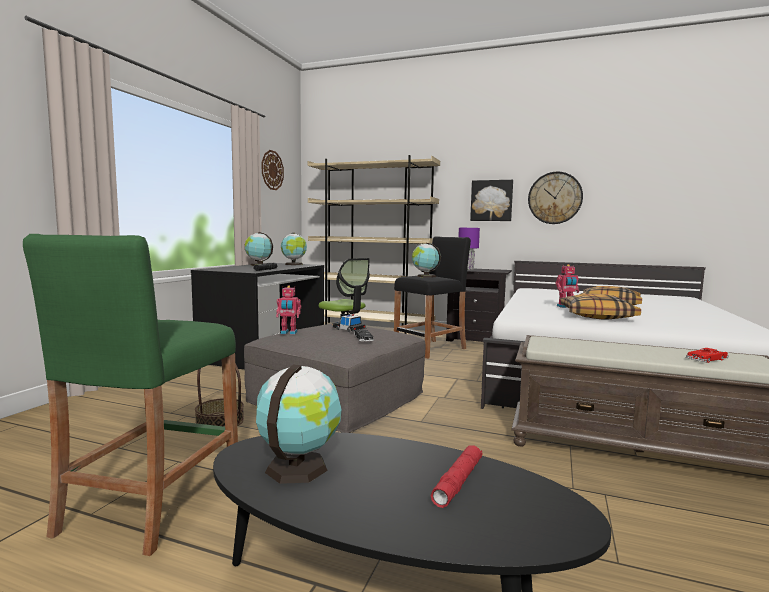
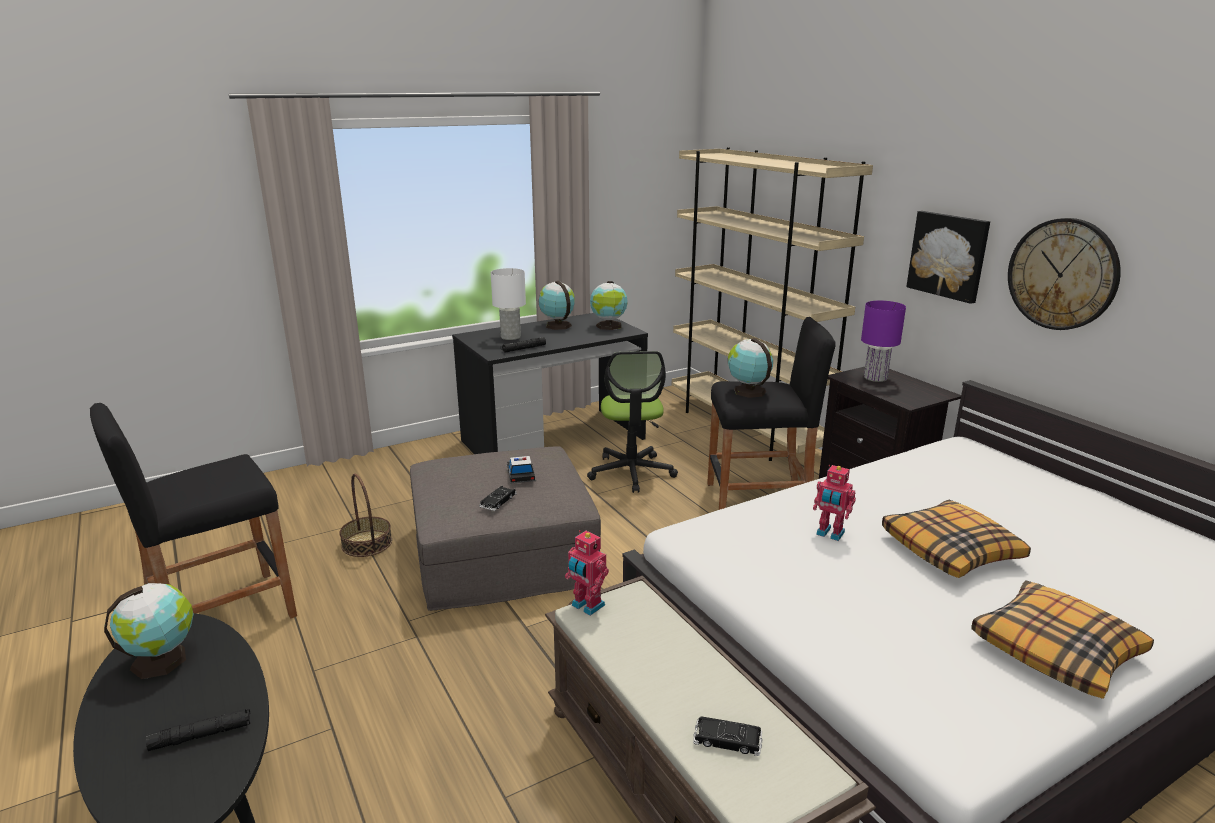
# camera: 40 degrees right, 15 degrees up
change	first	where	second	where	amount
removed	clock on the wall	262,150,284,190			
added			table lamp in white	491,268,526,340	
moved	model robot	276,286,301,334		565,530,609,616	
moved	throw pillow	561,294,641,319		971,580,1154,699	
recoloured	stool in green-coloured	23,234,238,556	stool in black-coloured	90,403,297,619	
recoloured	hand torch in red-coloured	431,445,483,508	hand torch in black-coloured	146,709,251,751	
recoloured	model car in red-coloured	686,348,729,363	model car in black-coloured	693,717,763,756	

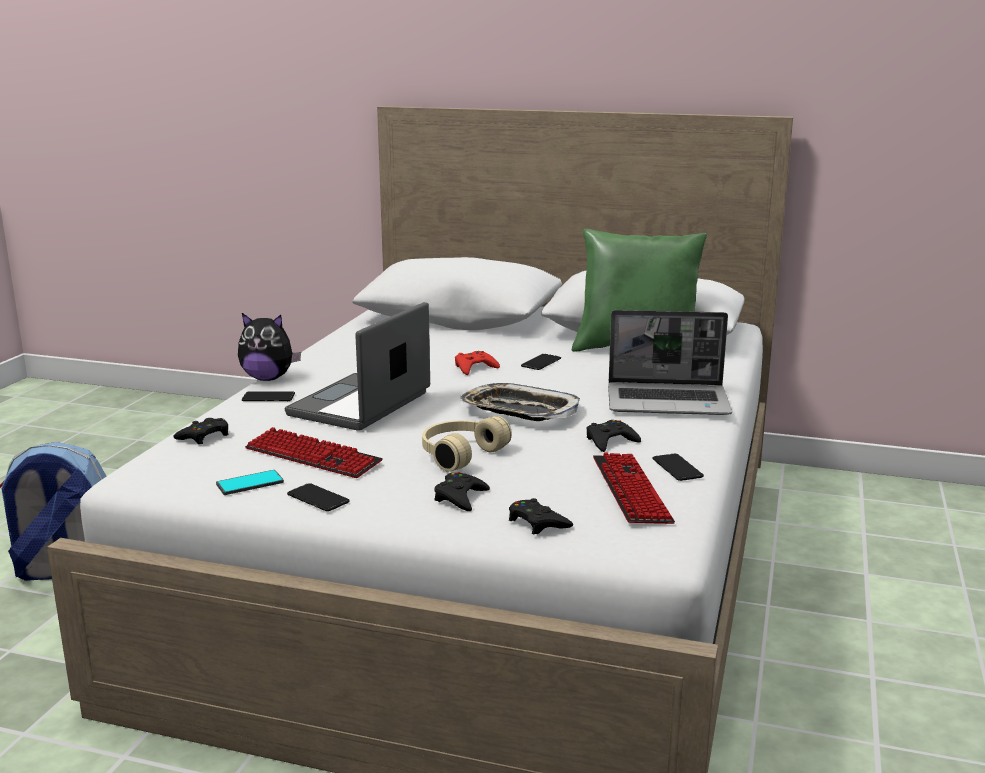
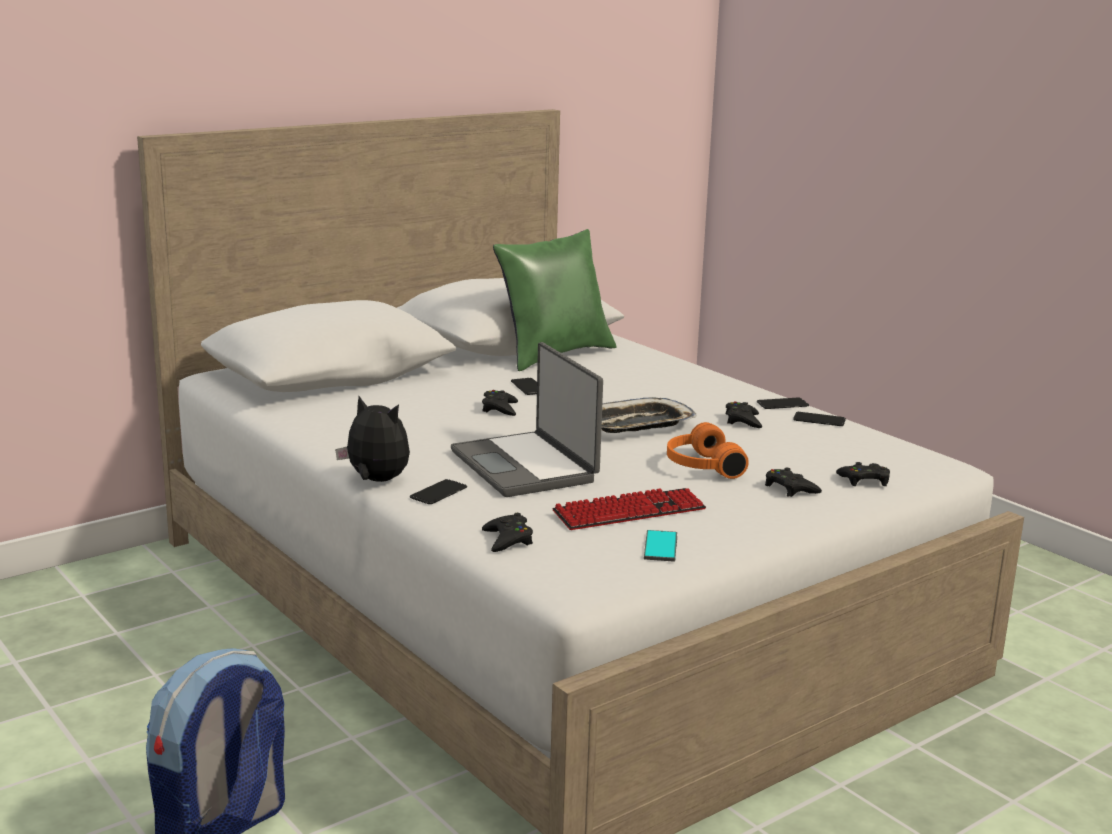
# camera: 55 degrees left, 0 degrees up
change	first	where	second	where	amount
removed	keyboard	593,452,675,524			
removed	notebook computer	608,310,732,415			
moved	handset	287,483,350,511		757,398,809,409	
recoloured	headphones in beige	422,416,512,472	headphones in orangey	667,422,749,479	
recoloured	joypad in red-coloured	455,351,500,375	joypad in black-coloured	482,390,518,416	
turned	soft toy	238,313,301,381		335,396,410,482	105 degrees counterclockwise

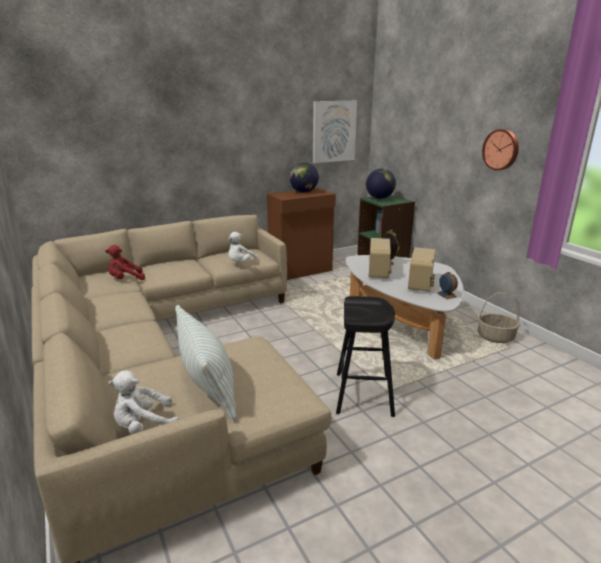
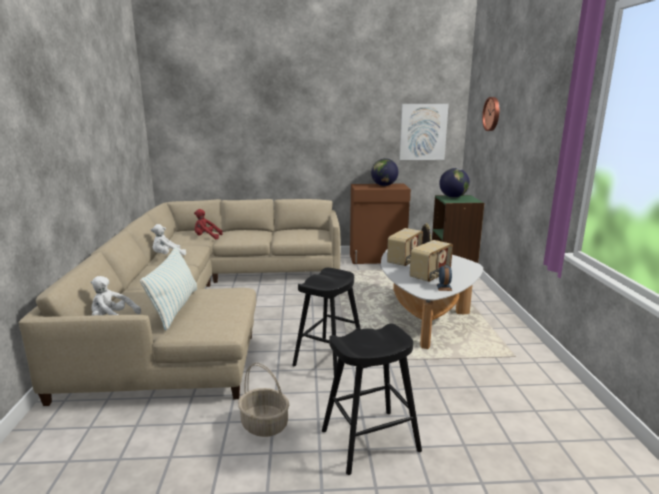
# camera: 25 degrees right, 5 degrees down
change	first	where	second	where	amount
added			stool in black-coloured	322,324,422,475	
moved	soft toy in white	228,232,259,261		150,224,186,255	
moved	basket	478,292,520,343		238,363,289,437	
moved	clock on the wall	482,129,519,170		482,97,499,131	

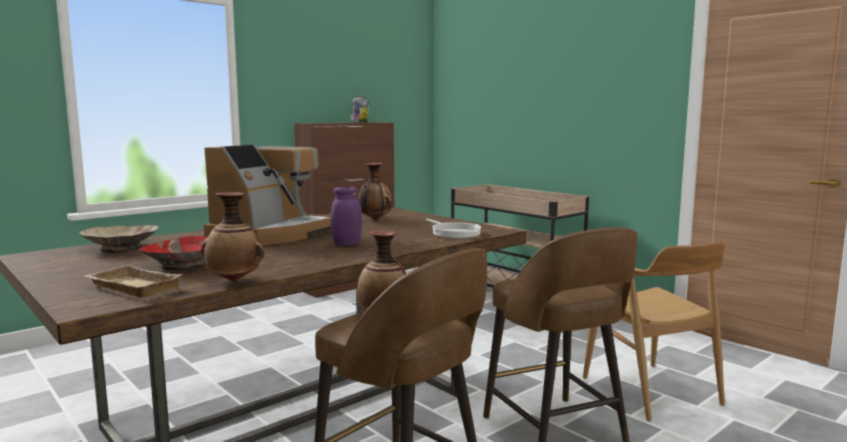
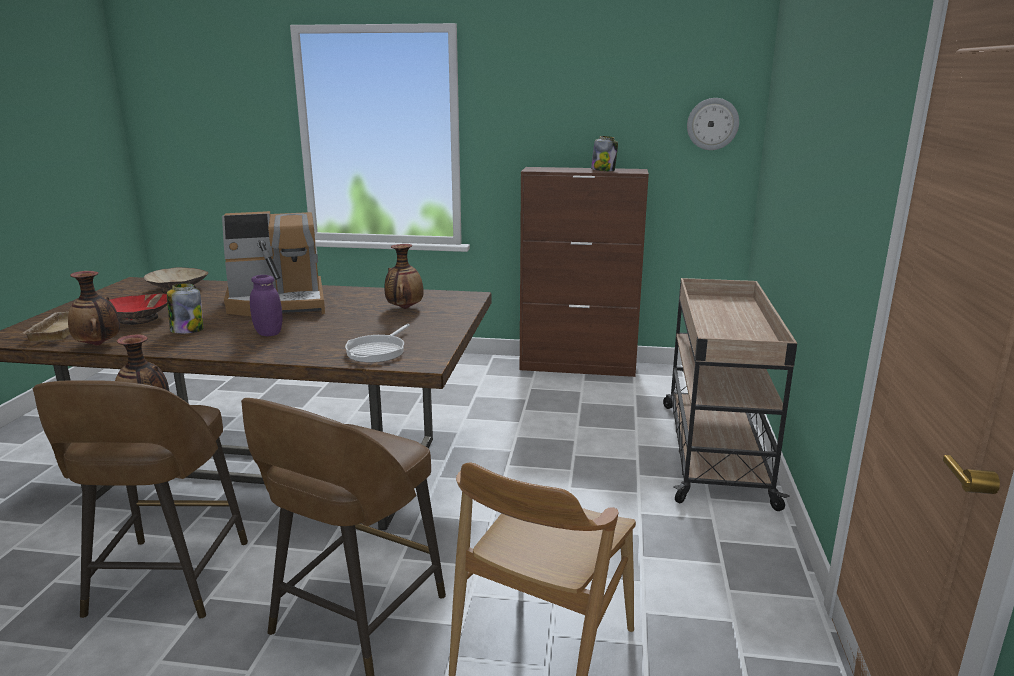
# camera: 50 degrees right, 10 degrees up
change	first	where	second	where	amount
added			jar	167,283,204,334	
added			clock on the wall	687,98,739,150	

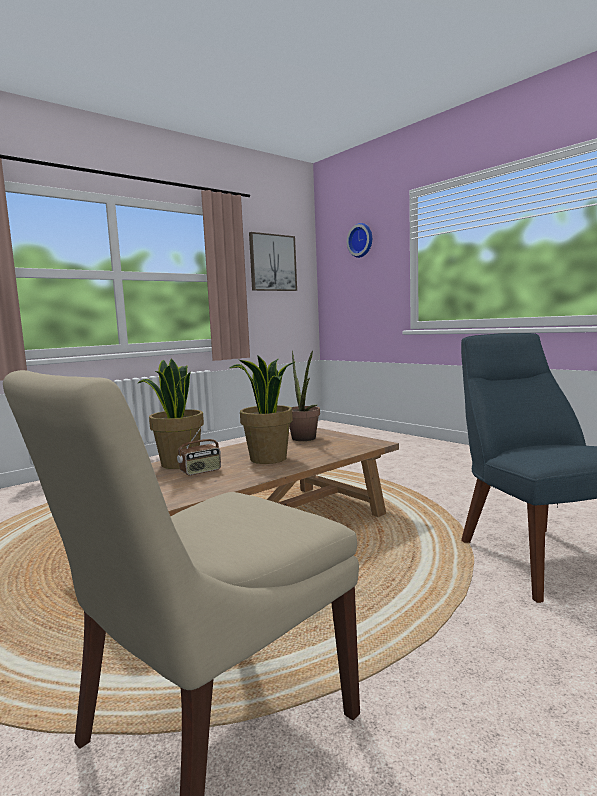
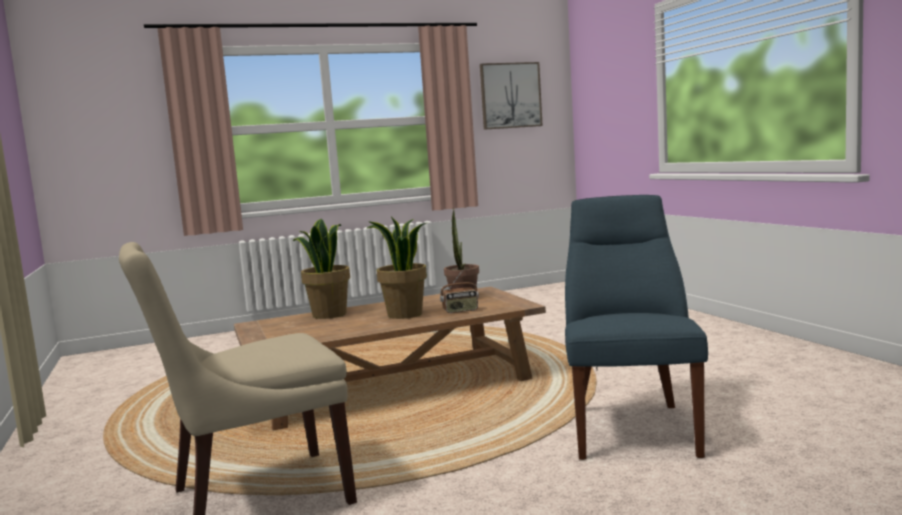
# camera: 20 degrees right, 0 degrees up
change	first	where	second	where	amount
removed	clock on the wall	347,223,372,258			
moved	radio set	177,426,221,476		440,271,479,314	

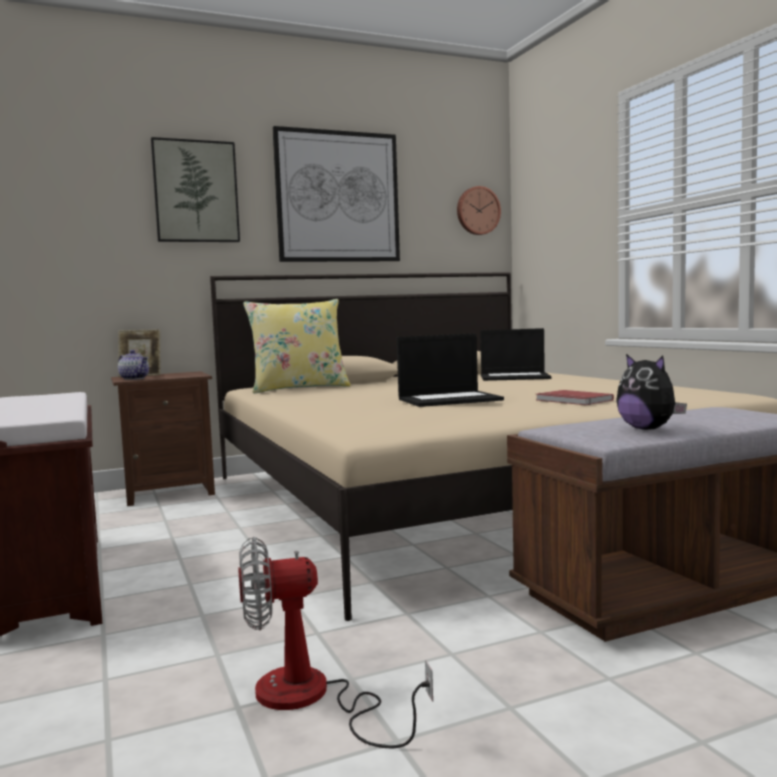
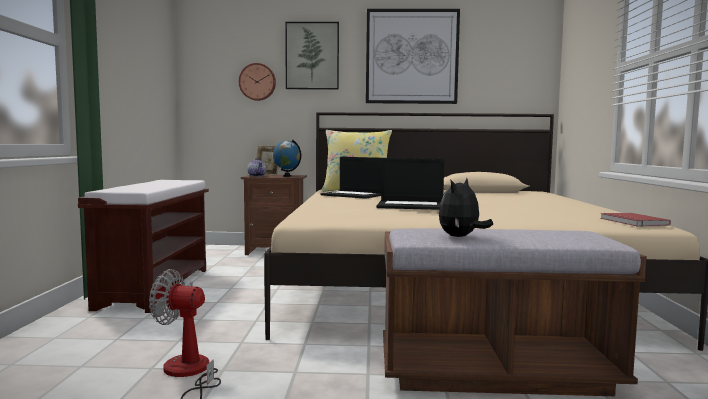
# camera: 25 degrees right, 0 degrees up
change	first	where	second	where	amount
added			world globe	273,140,302,177	
moved	clock on the wall	457,186,501,235		239,63,276,101	
moved	notebook computer	480,328,551,381		320,157,382,199	
moved	book in red-coloured	536,390,614,405		600,213,671,227	
turned	soft toy	616,354,687,430		439,178,493,237	45 degrees clockwise

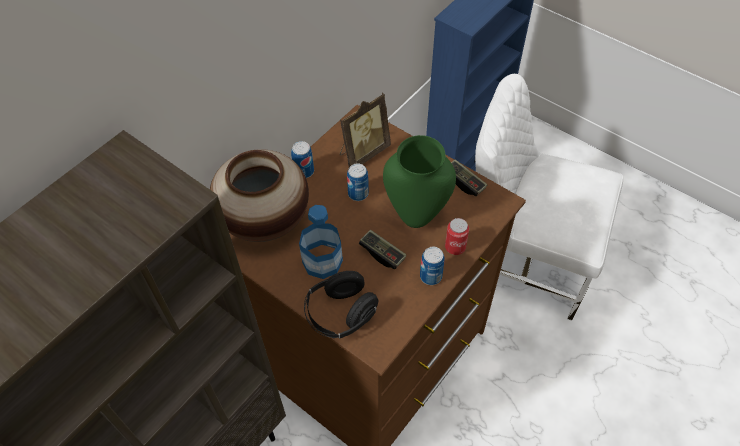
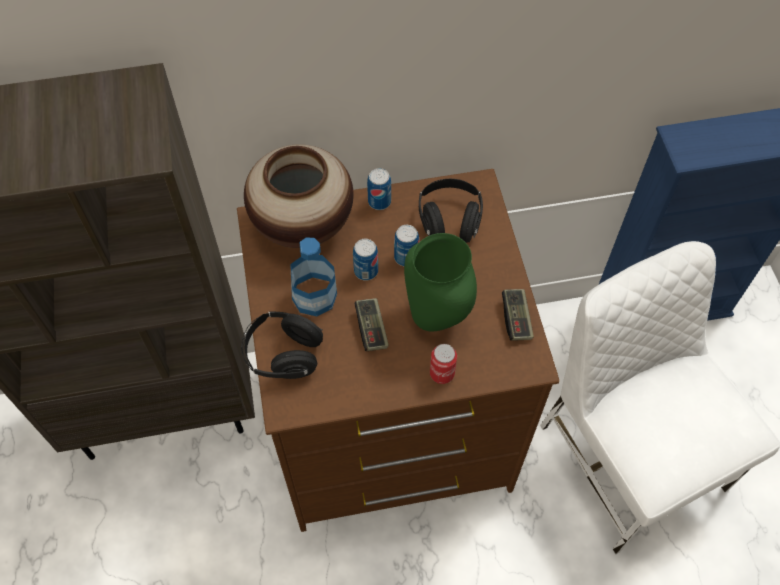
# camera: 40 degrees right, 5 degrees up
change	first	where	second	where	amount
moved	metal can	420,247,445,285		353,239,378,281	
replaced	photo frame	340,93,391,167	headphones in black-coloured	419,179,483,243	

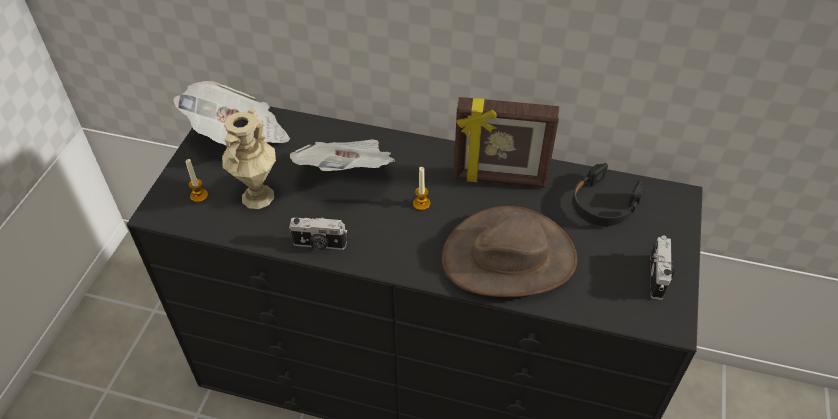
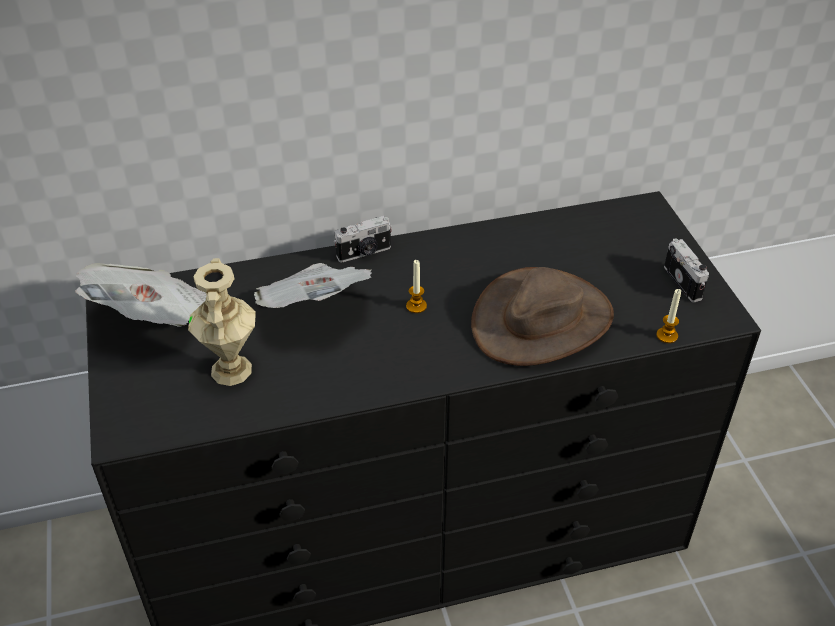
# camera: 30 degrees left, 5 degrees down
change	first	where	second	where	amount
removed	photo frame	453,97,559,188			
removed	headphones in black-coloured	572,163,645,226			
moved	candle	186,159,208,202		656,289,681,343	
moved	still camera	289,217,347,250		334,216,392,262	

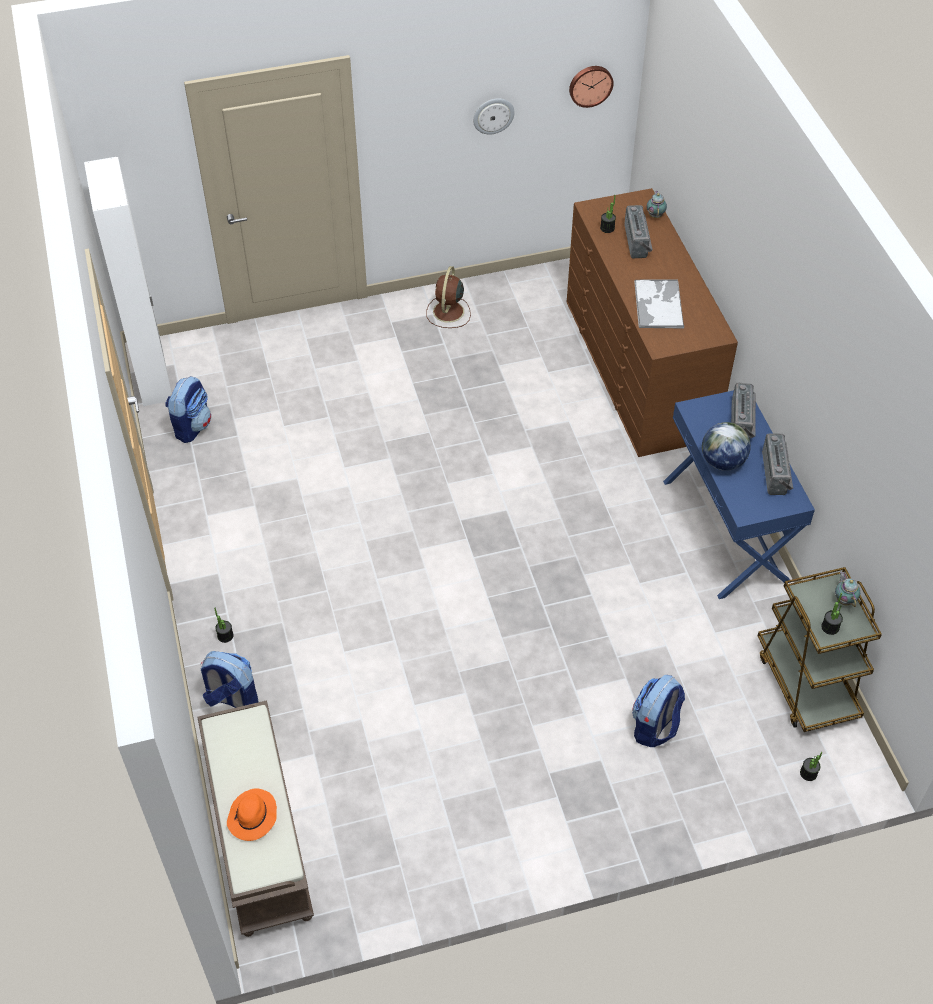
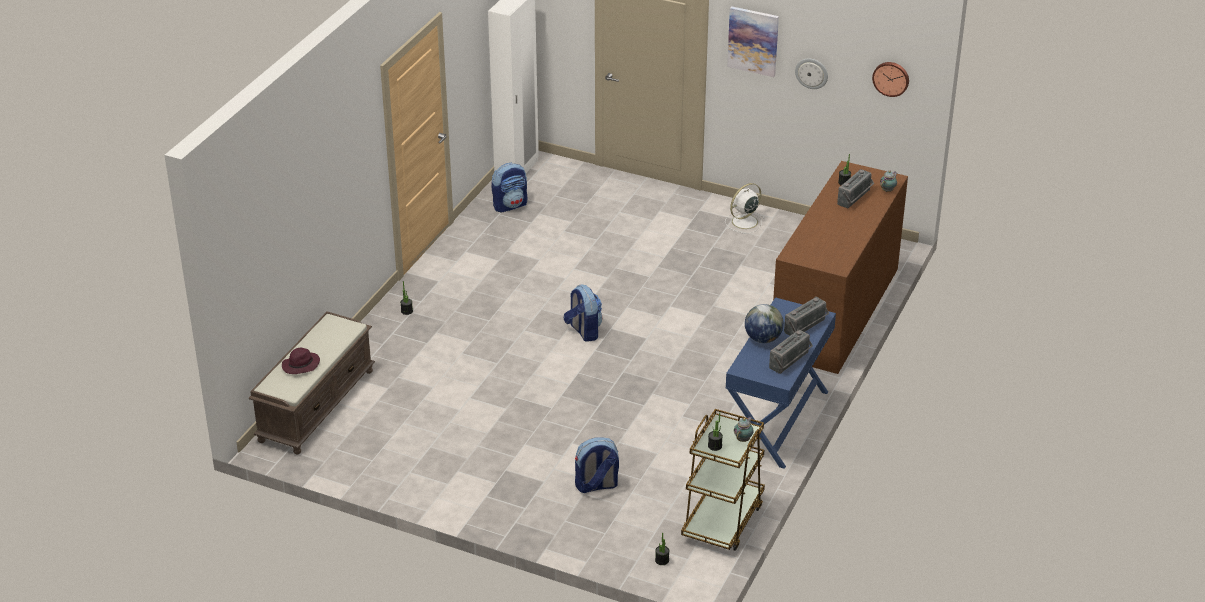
# camera: 40 degrees right, 15 degrees down
change	first	where	second	where	amount
removed	tray	634,280,684,329			
added			picture	727,6,779,77	
moved	knapsack	200,651,258,708		564,285,602,342	
recoloured	clothing hat in orangey	227,789,277,841	clothing hat in purplish	282,348,320,374	
recoloured	cooling fan in brown-coloured	426,266,471,328	cooling fan in white	725,183,765,234	

